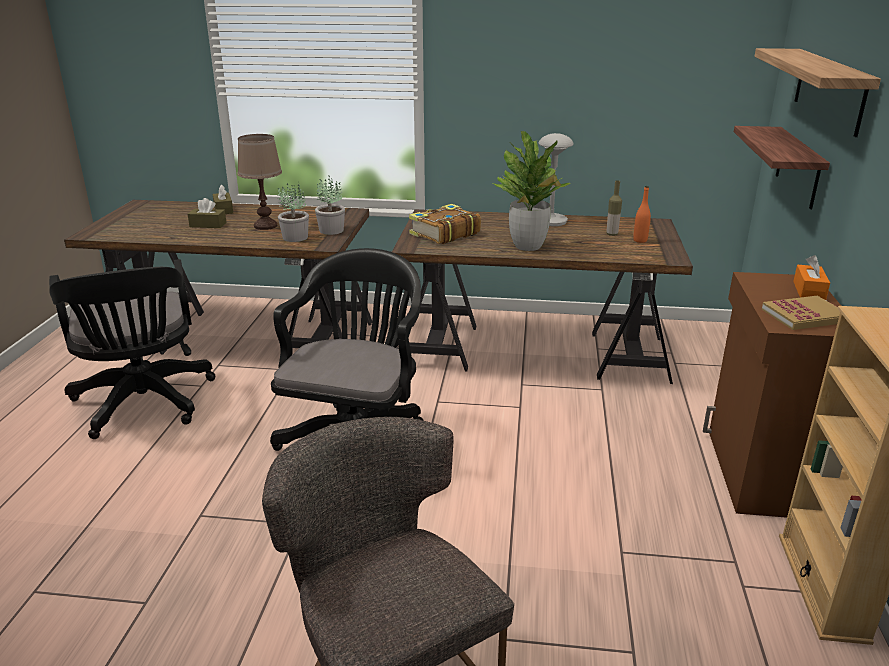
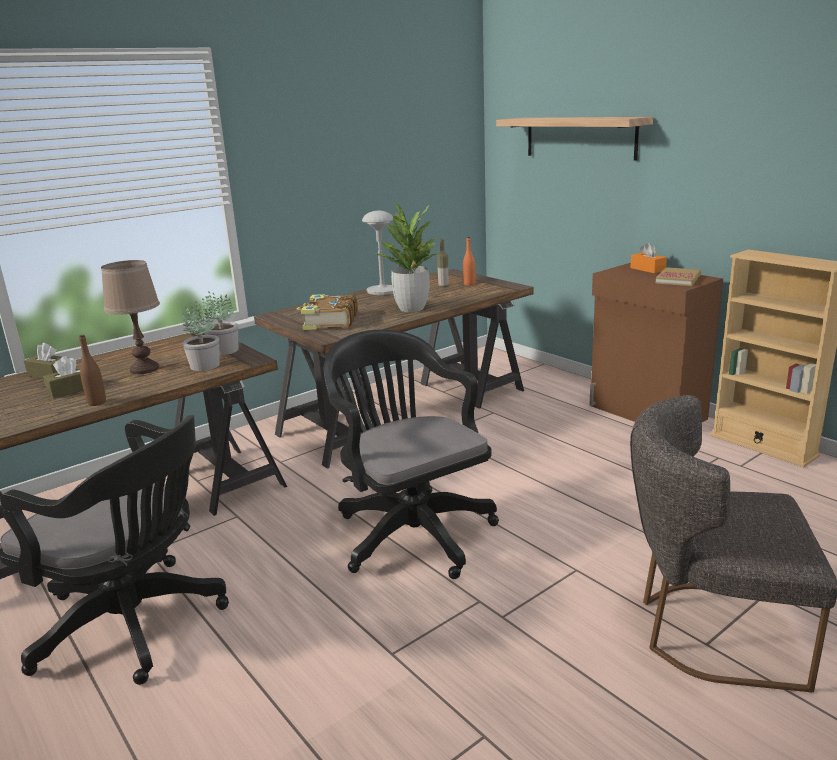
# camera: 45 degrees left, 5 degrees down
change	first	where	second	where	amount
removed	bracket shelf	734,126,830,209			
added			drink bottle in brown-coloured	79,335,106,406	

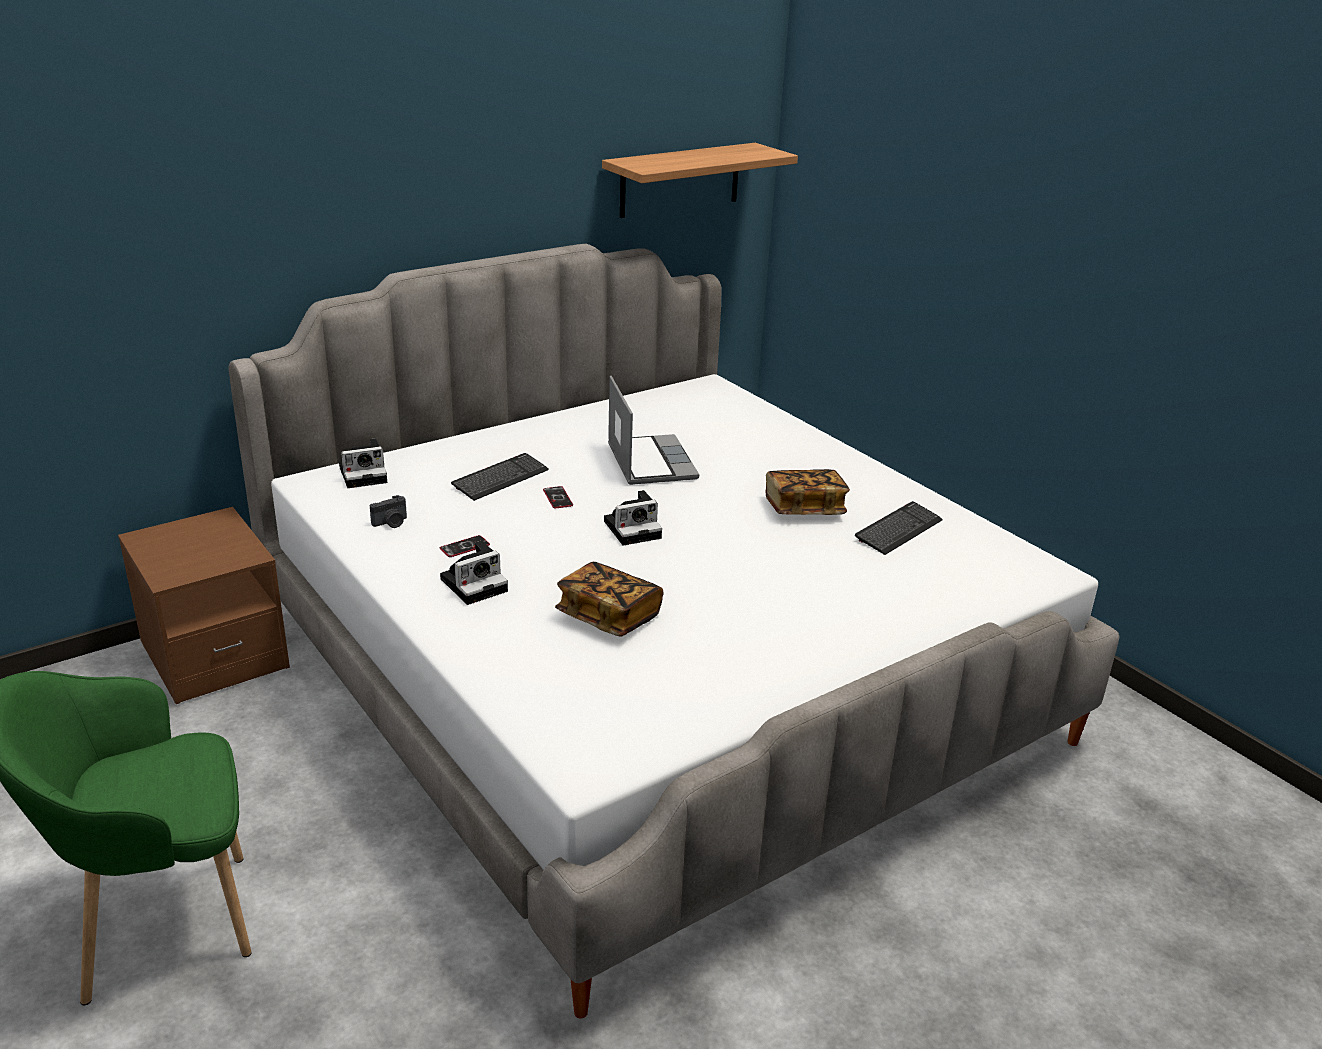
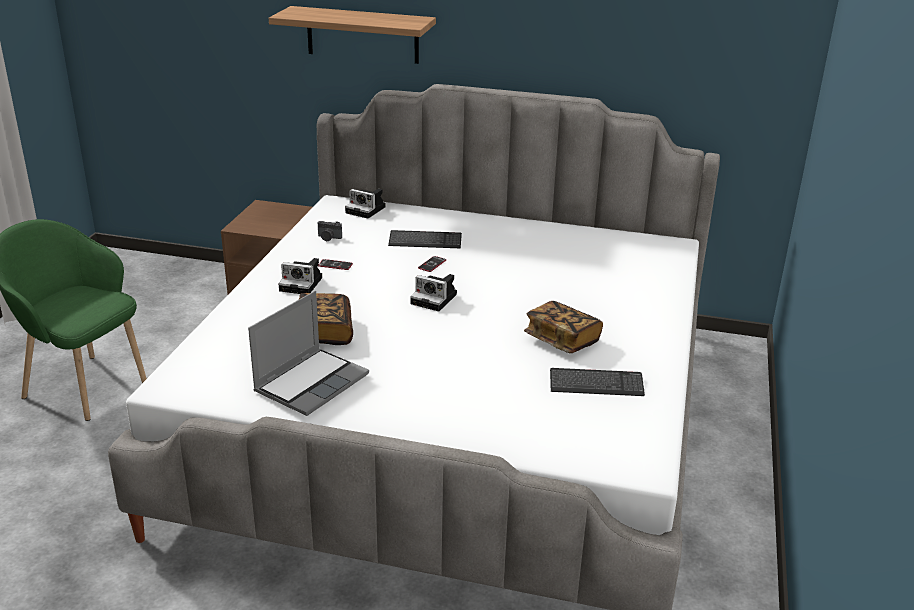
# camera: 50 degrees right, 0 degrees up
change	first	where	second	where	amount
moved	bracket shelf	602,143,798,218		269,6,436,64	
moved	notebook computer	608,376,699,485		248,291,369,416	

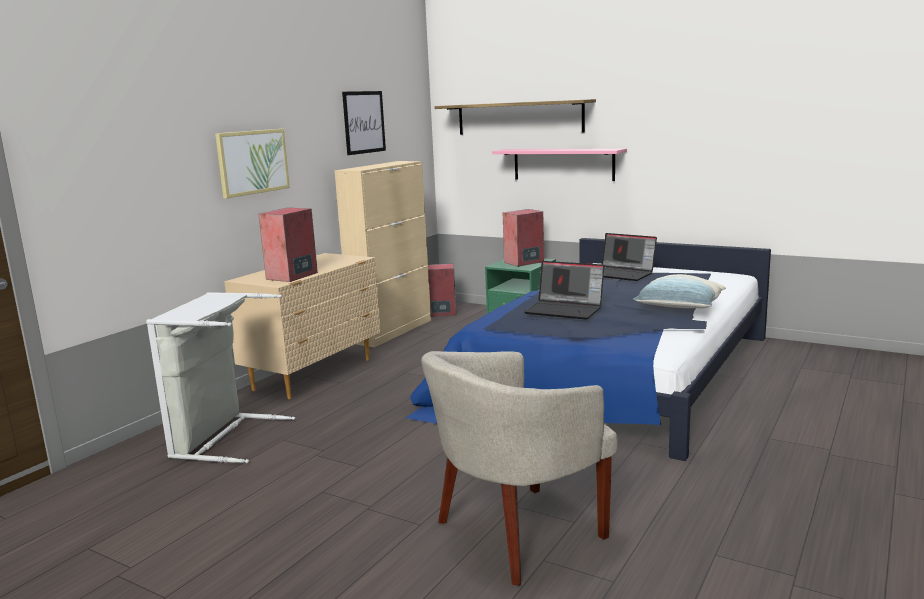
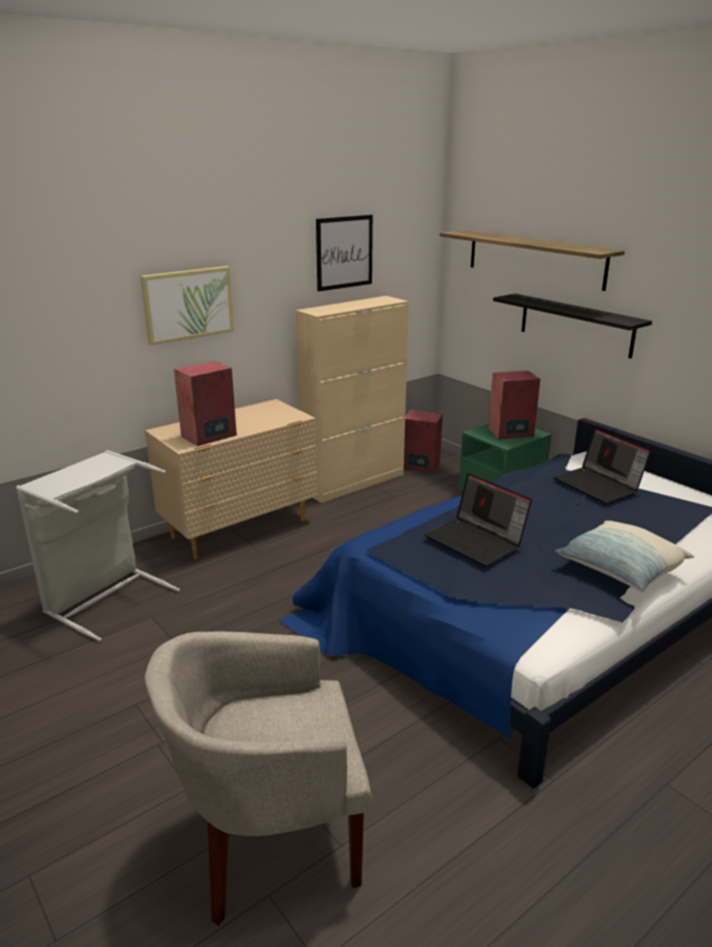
# camera: 20 degrees right, 10 degrees up
change	first	where	second	where	amount
recoloured	bracket shelf in pinkish	492,148,627,181	bracket shelf in black-coloured	493,294,652,358	

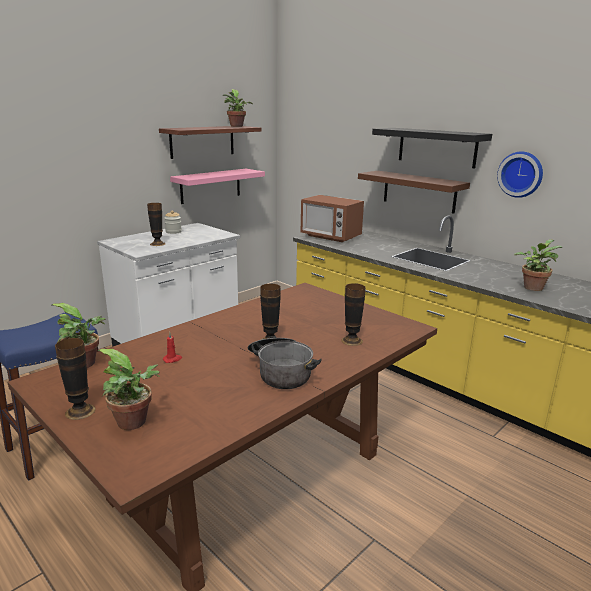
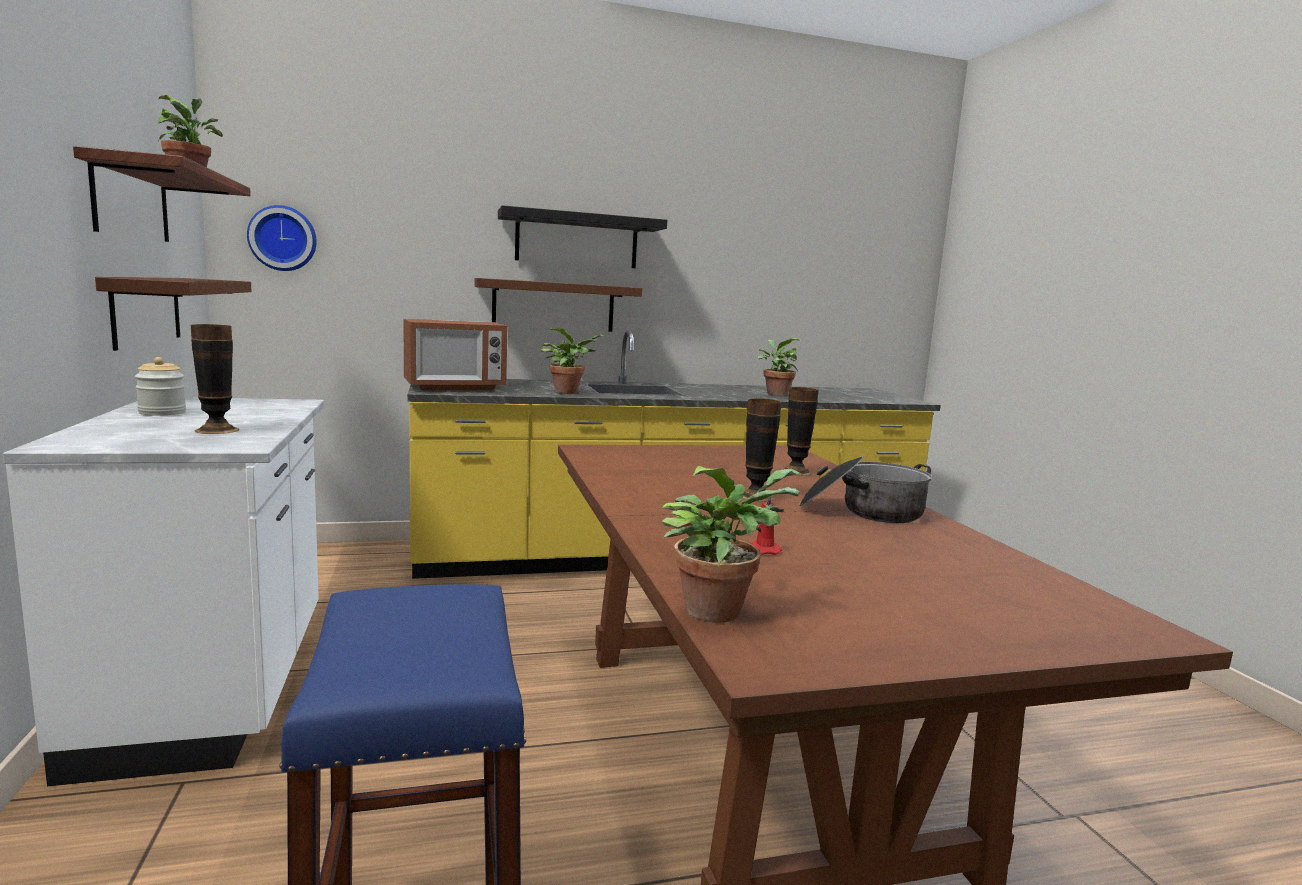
# camera: 60 degrees left, 10 degrees down
change	first	where	second	where	amount
removed	decorative vase	55,338,96,420			
moved	houseplant	98,349,160,430		541,328,605,394	
moved	clock on the wall	497,151,543,198		247,205,317,271	
recoloured	bracket shelf in pinkish	170,169,265,204	bracket shelf in brown-coloured	95,277,252,351	

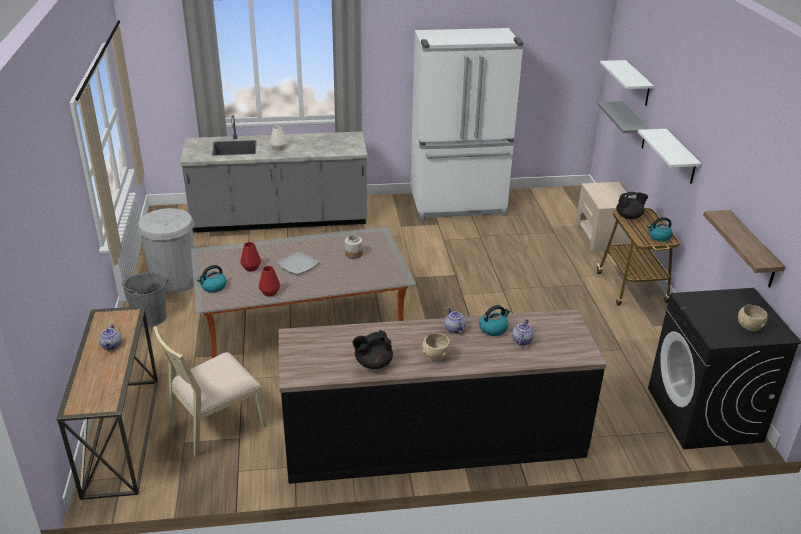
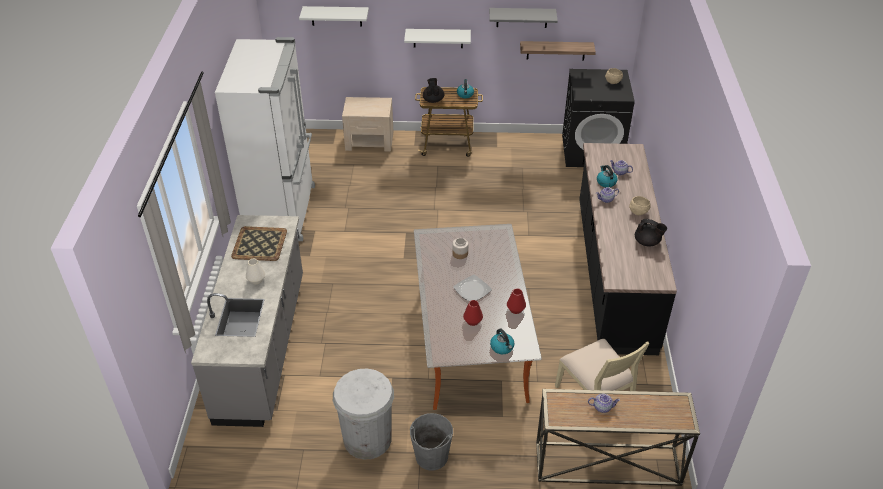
# camera: 80 degrees left, 10 degrees up
change	first	where	second	where	amount
added			tray	231,226,287,261	
moved	bracket shelf in greyish	597,101,649,148		489,8,558,28	
turned	teapot in black-coloured	352,330,393,369		635,219,667,247	45 degrees counterclockwise

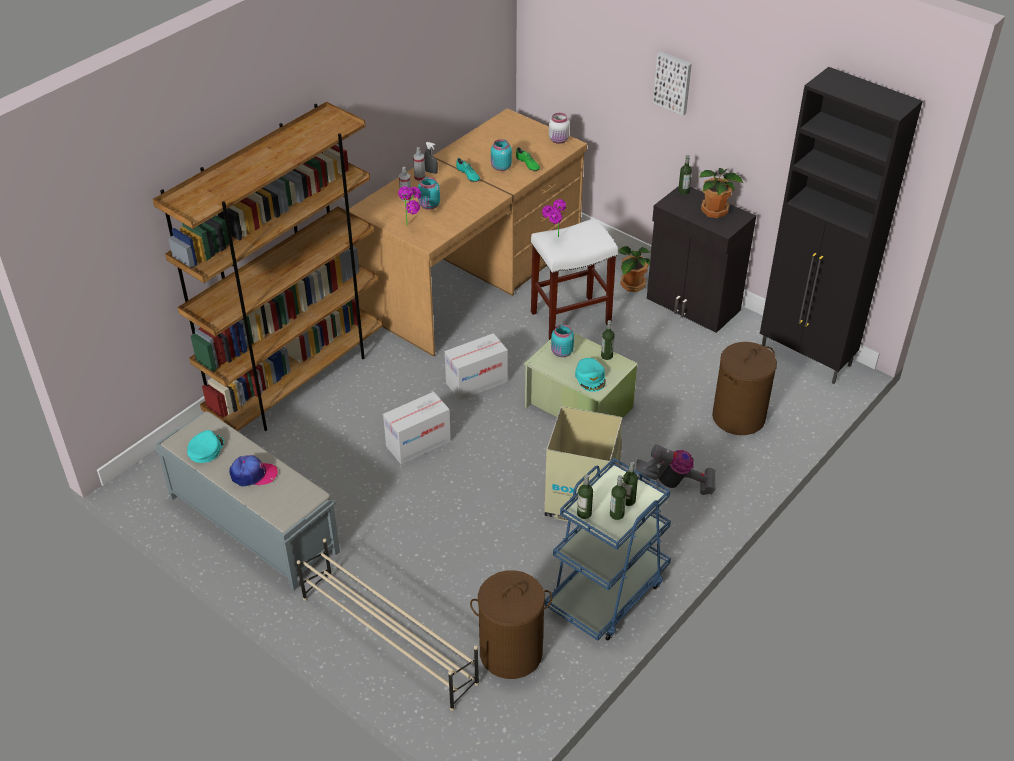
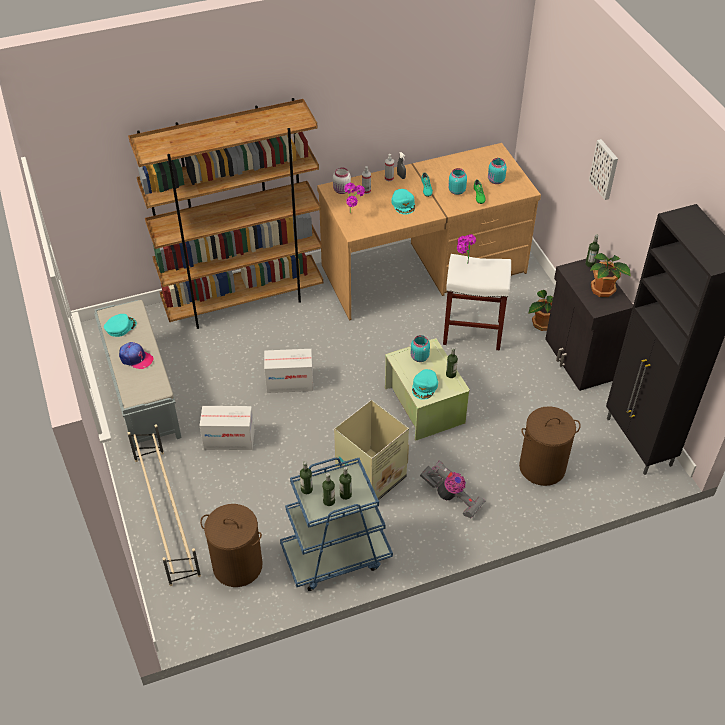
# camera: 30 degrees right, 5 degrees up
change	first	where	second	where	amount
added			peaked cap in turquoise-coloured	391,189,415,215	
moved	jar in turquoise-coloured	418,177,440,210		488,158,507,184	
moved	carton	445,333,508,401		199,406,255,450	
moved	jar in white	549,113,570,144		333,167,351,194	

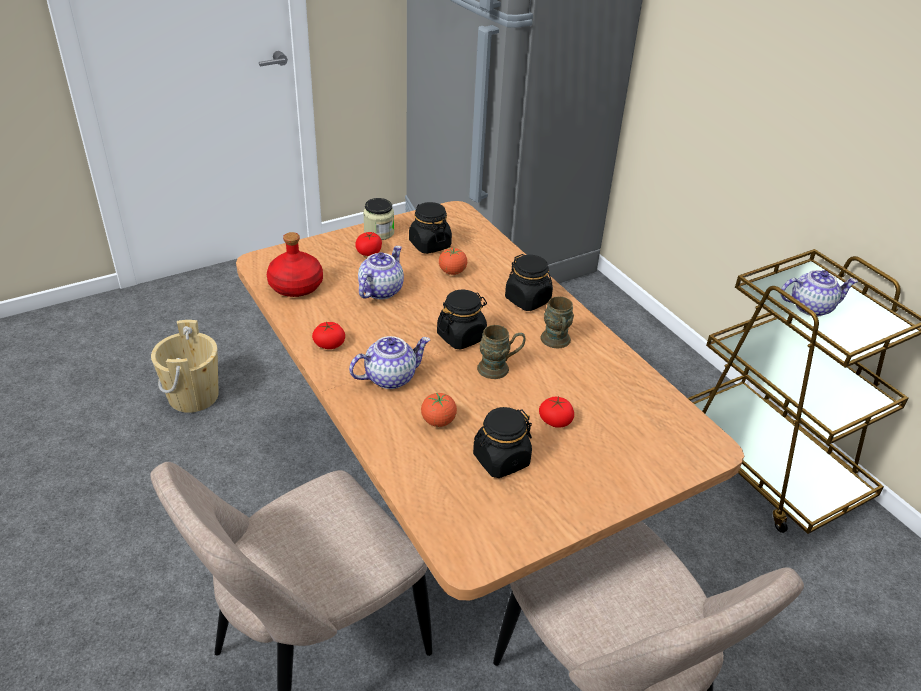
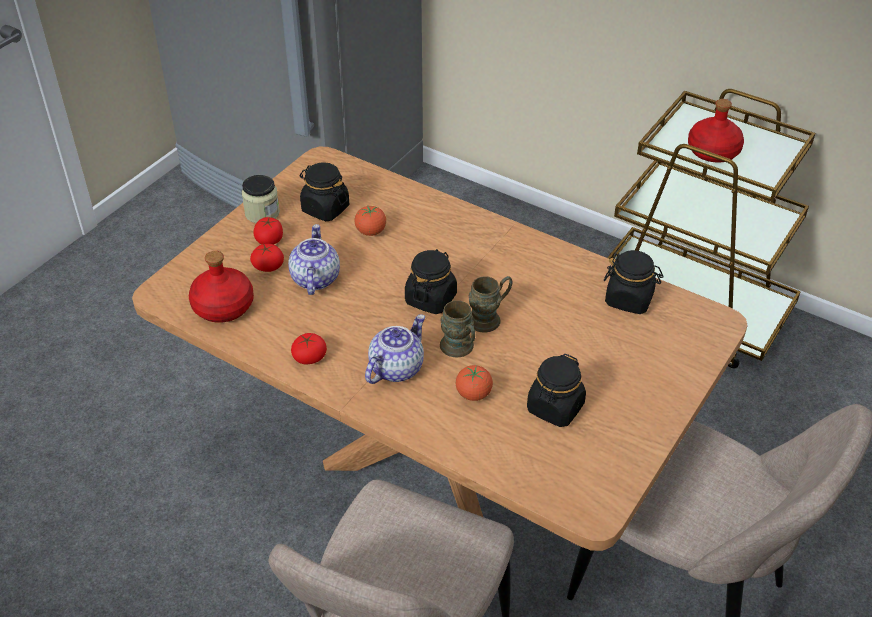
# camera: 25 degrees left, 5 degrees up
change	first	where	second	where	amount
removed	bucket in beige	151,320,219,413			
moved	jar in black-coloured	505,254,553,311		603,250,664,314	
moved	tomato	539,396,574,428		250,243,284,272	
moved	tea mug in brown-coloured	540,296,574,348		440,300,475,357	
replaced	teapot	780,270,858,317	drink bottle in red-coloured	688,99,744,162	

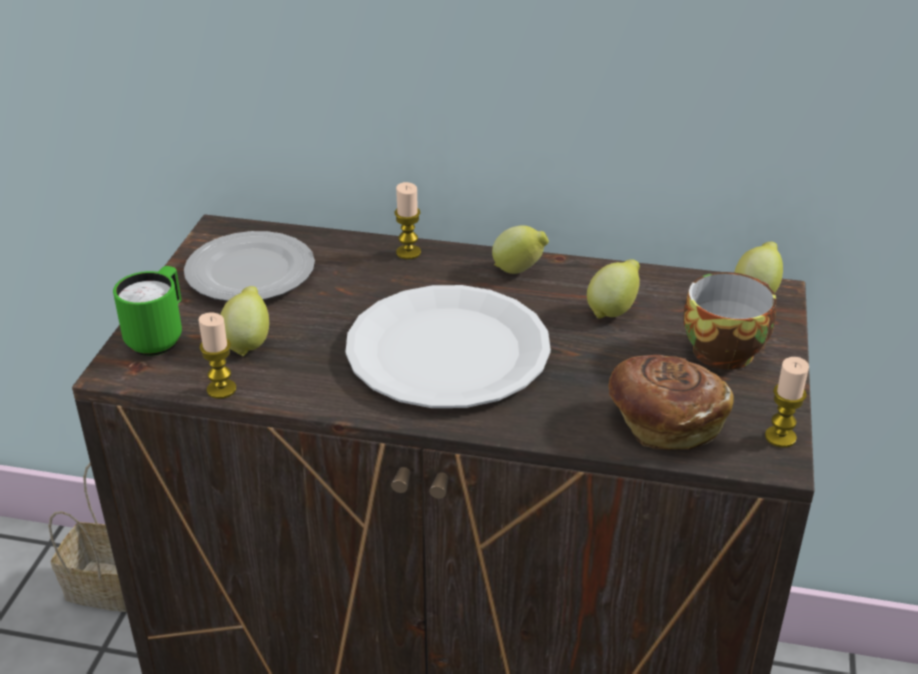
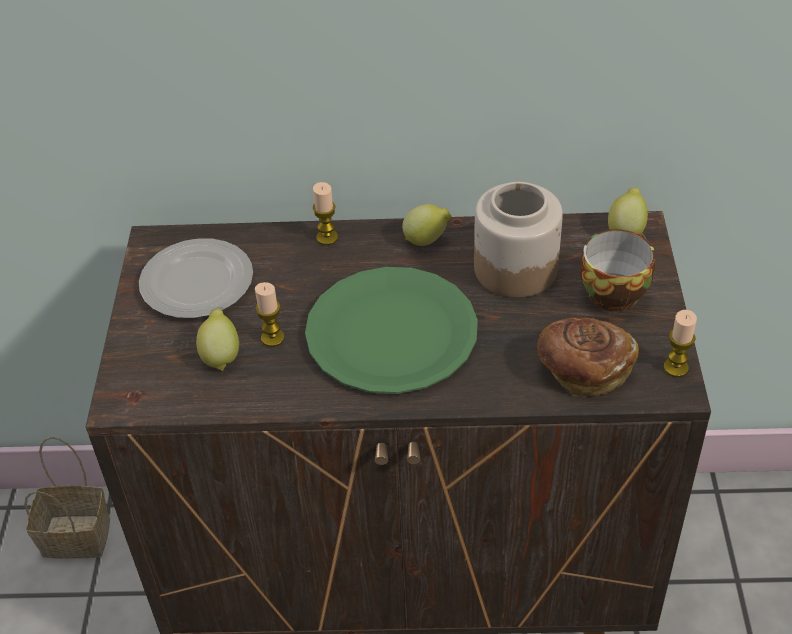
# camera: 10 degrees left, 10 degrees up
change	first	where	second	where	amount
removed	tea mug in green-coloured	113,266,182,356			
moved	candle	199,312,237,399		255,282,285,347	
replaced	lemon	587,259,640,319	jar	474,182,563,298	
recoloured	flat dish in white	346,285,551,408	flat dish in green-coloured	305,267,478,394	

